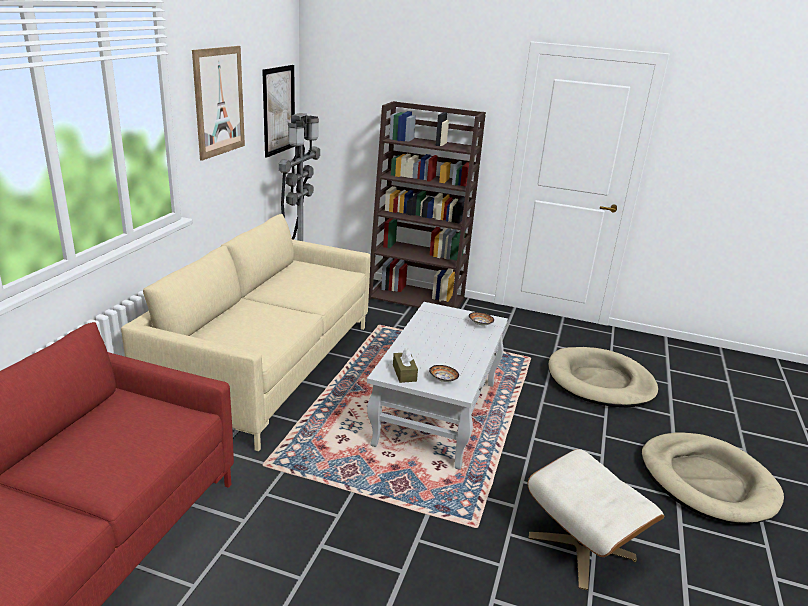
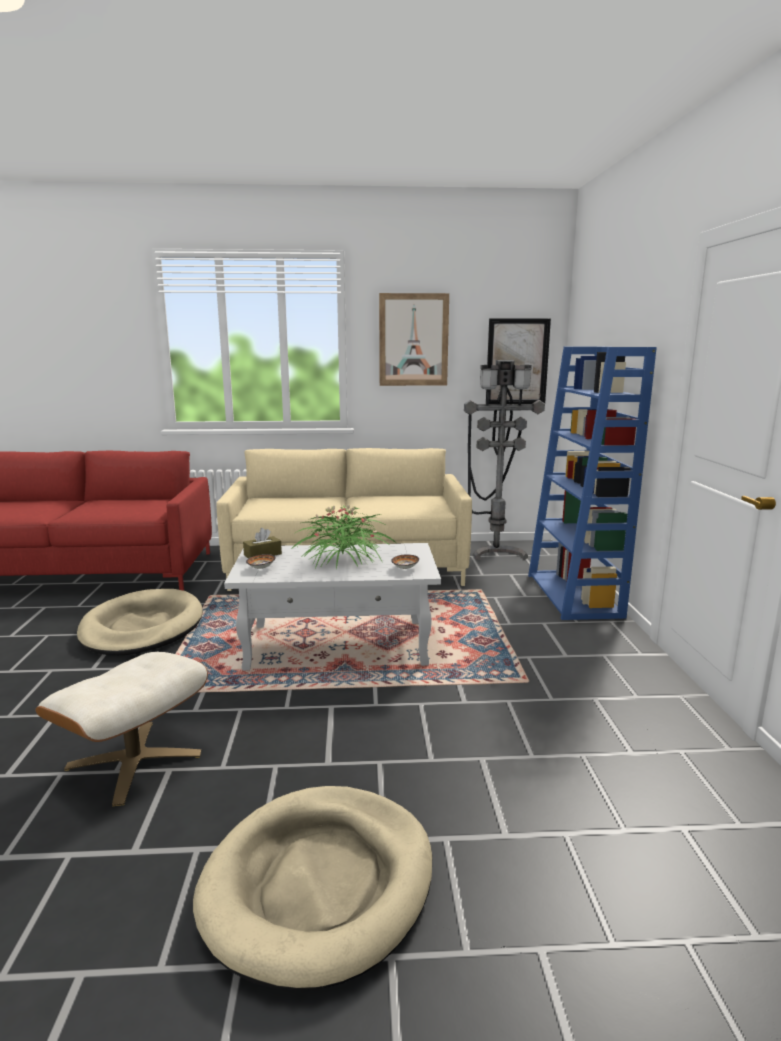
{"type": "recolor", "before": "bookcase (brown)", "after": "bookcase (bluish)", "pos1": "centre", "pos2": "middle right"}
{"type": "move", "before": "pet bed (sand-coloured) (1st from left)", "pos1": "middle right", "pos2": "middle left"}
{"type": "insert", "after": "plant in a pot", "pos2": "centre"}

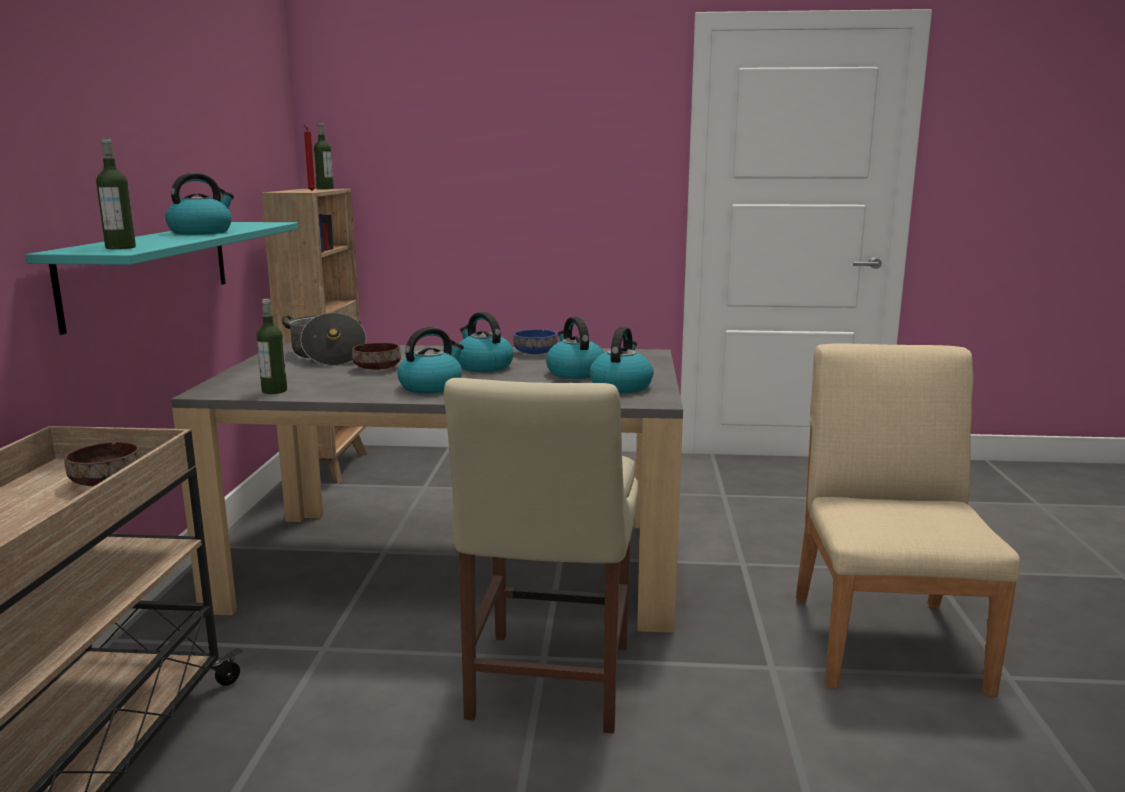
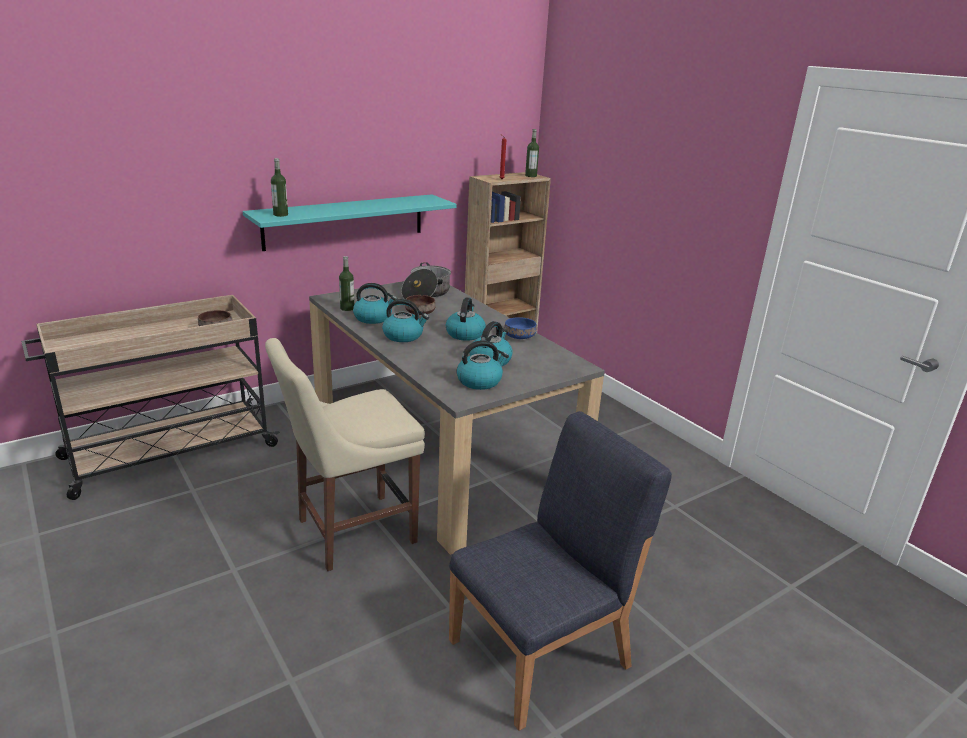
{"type": "move", "before": "kettle (1st from left)", "pos1": "top left", "pos2": "centre"}
{"type": "recolor", "before": "plain chair (sand-coloured) (2nd from left)", "after": "plain chair (bluish)", "pos1": "middle right", "pos2": "bottom centre"}

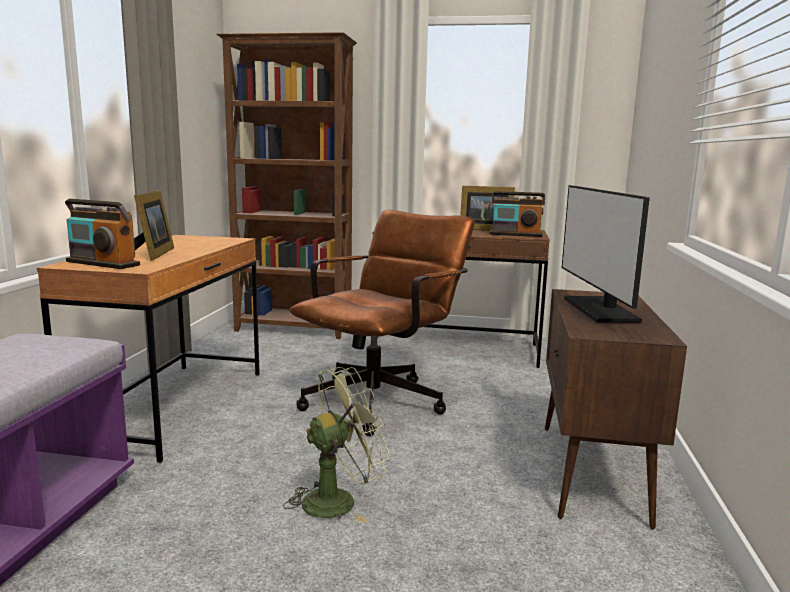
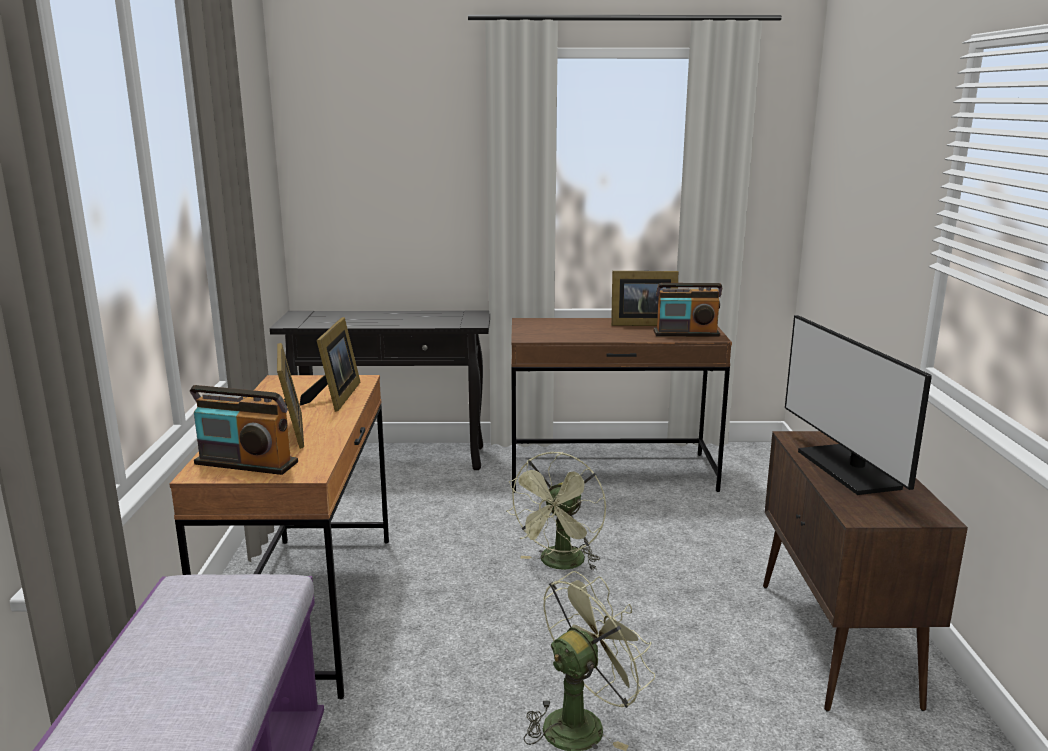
{"type": "replace", "before": "bookcase (brown)", "after": "console table (black)", "pos1": "top centre", "pos2": "centre"}
{"type": "replace", "before": "office chair (brown)", "after": "cooling fan (green-coloured) (1st from left)", "pos1": "centre", "pos2": "bottom centre"}
{"type": "insert", "after": "standing frame (2nd from left)", "pos2": "middle left"}

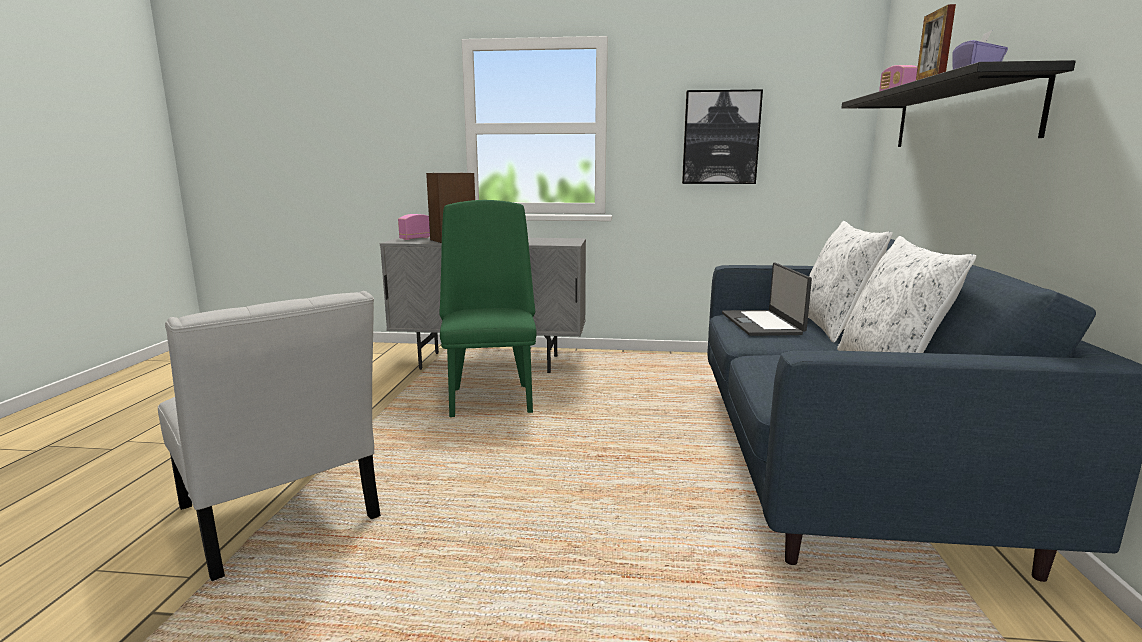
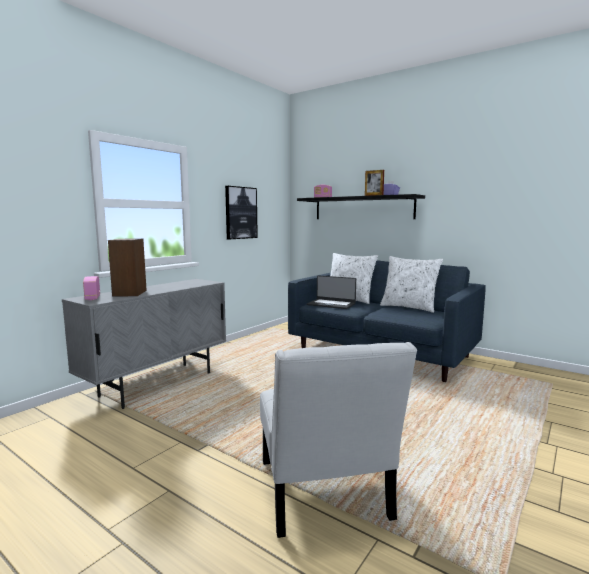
{"type": "rotate", "before": "plain chair (whitish)", "pos1": "bottom left", "pos2": "bottom centre", "turn": 90}
{"type": "delete", "before": "plain chair (green-coloured)", "pos1": "centre"}

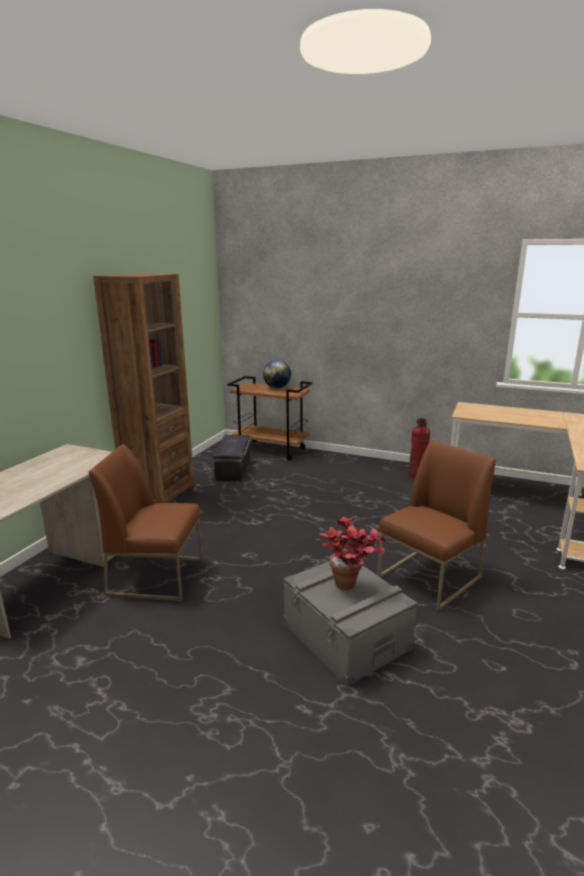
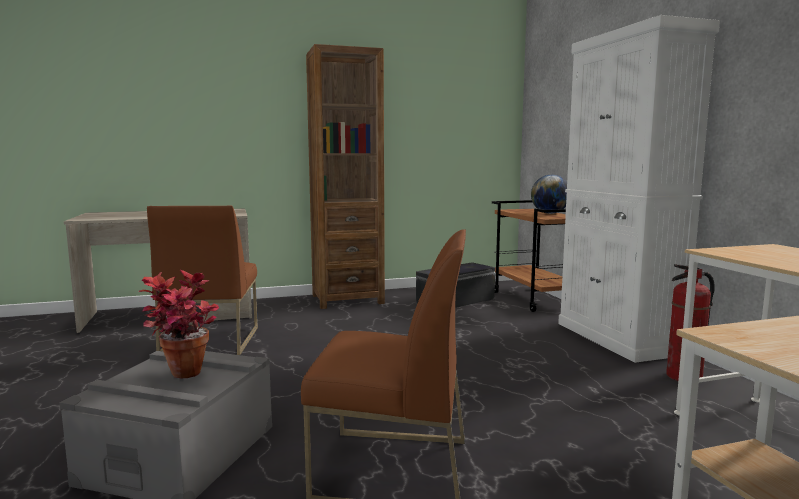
{"type": "rotate", "before": "plain chair (brown) (1st from left)", "pos1": "middle left", "pos2": "middle left", "turn": -150}
{"type": "insert", "after": "storage cabinet (whitish)", "pos2": "middle right"}

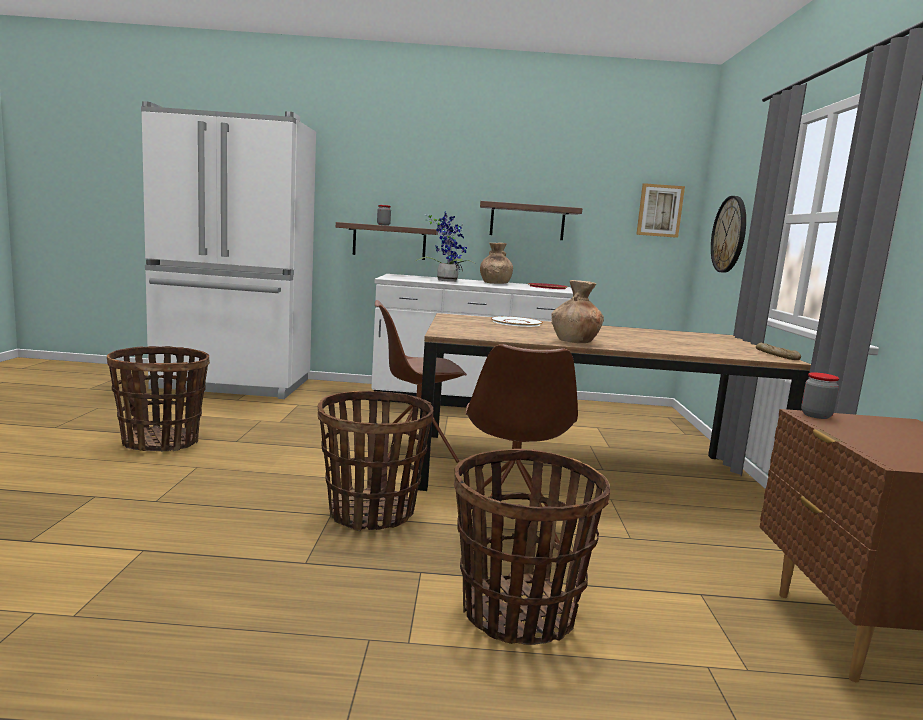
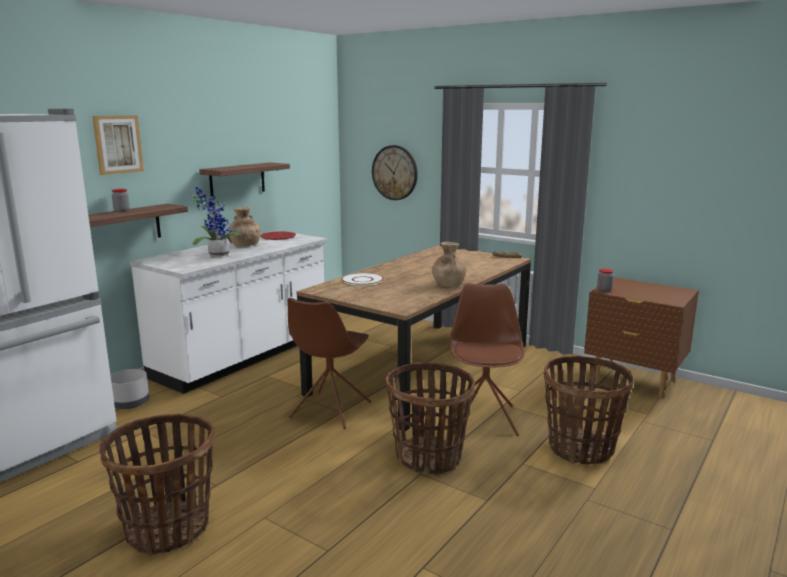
{"type": "rotate", "before": "plain chair (brown) (2nd from left)", "pos1": "centre", "pos2": "centre", "turn": -120}
{"type": "move", "before": "wall art", "pos1": "top right", "pos2": "top left"}
{"type": "insert", "after": "flower pot (greyish)", "pos2": "bottom left"}

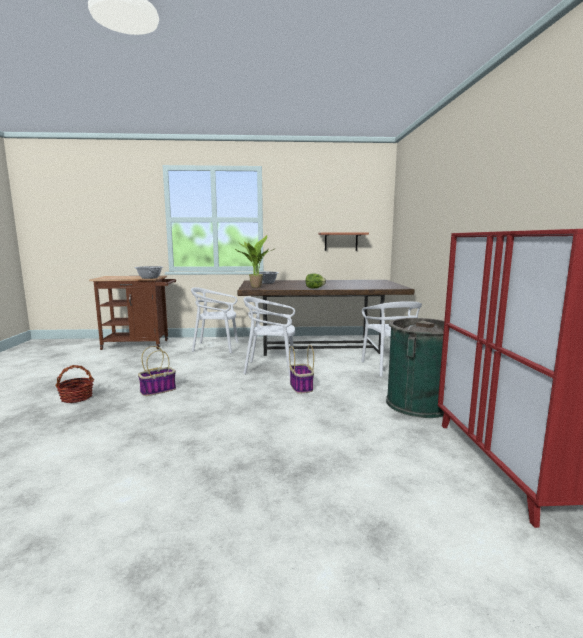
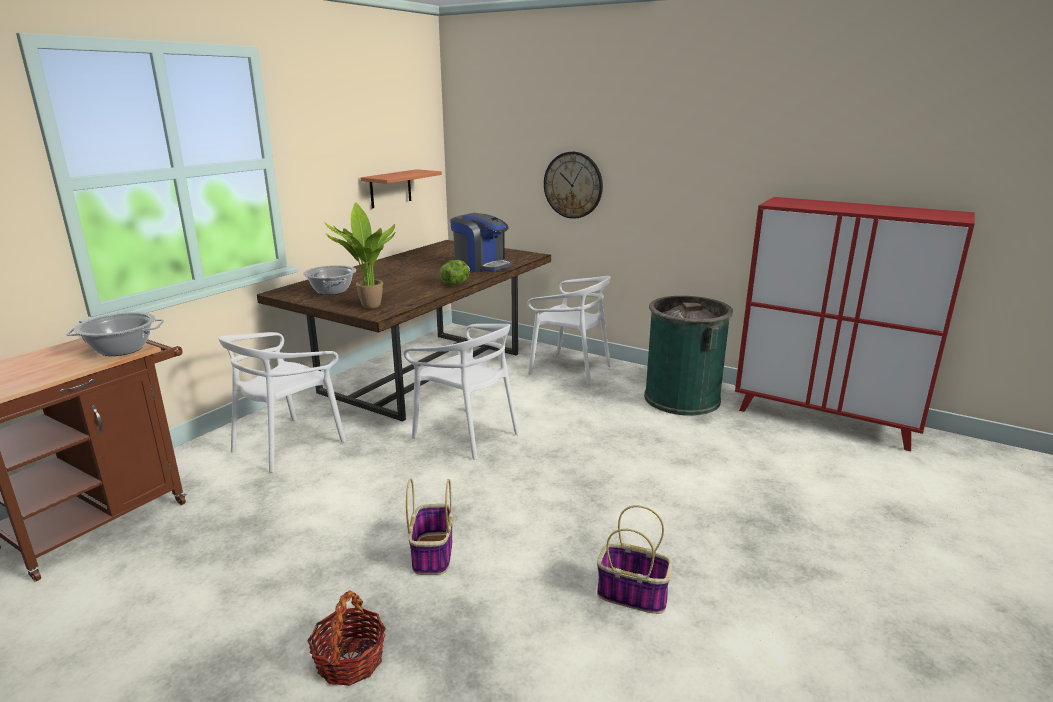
{"type": "rotate", "before": "plain chair (whitish) (2nd from left)", "pos1": "centre", "pos2": "centre", "turn": -90}
{"type": "move", "before": "household basket (3rd from left)", "pos1": "centre", "pos2": "bottom centre"}
{"type": "insert", "after": "coffee maker", "pos2": "centre"}
{"type": "insert", "after": "hanging clock", "pos2": "top centre"}

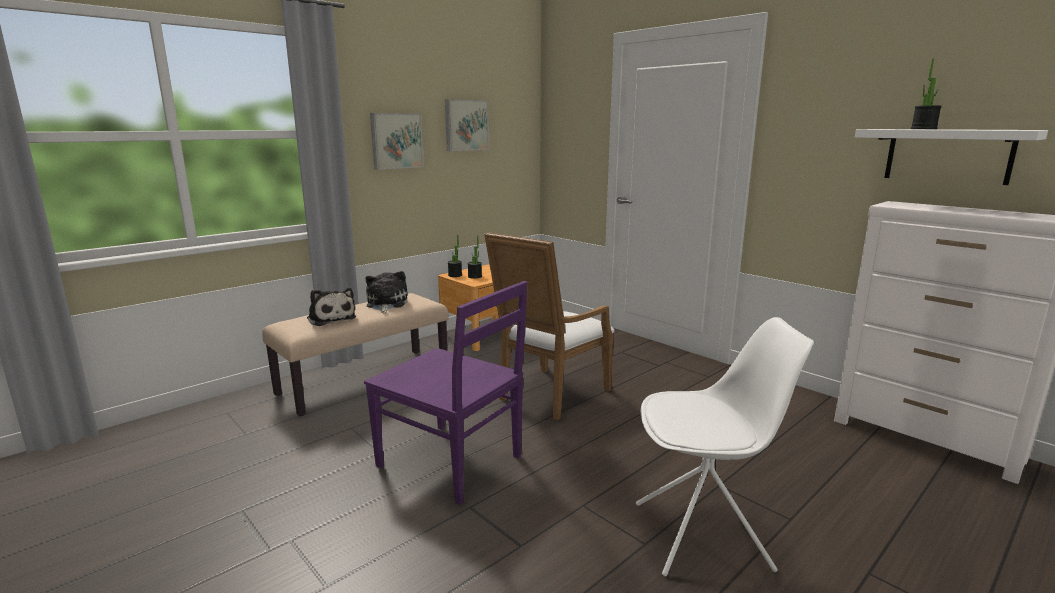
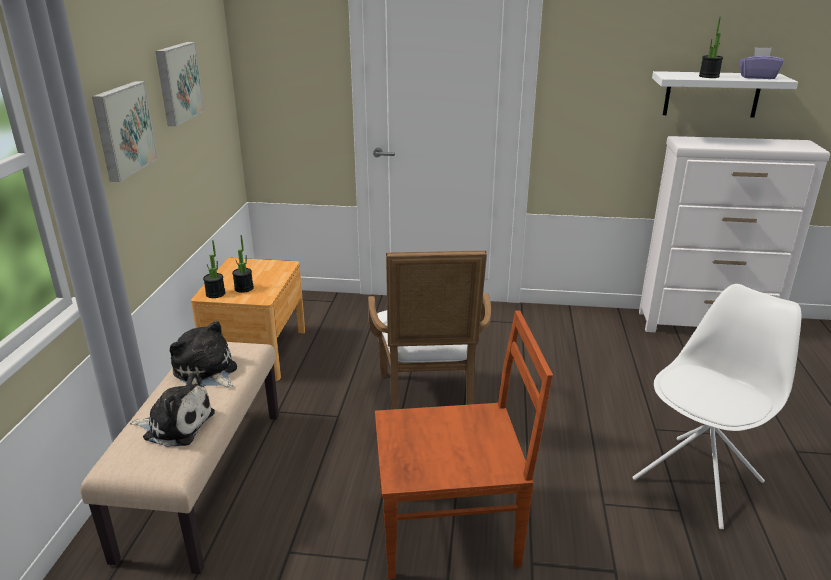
{"type": "recolor", "before": "plain chair (purplish)", "after": "plain chair (brown)", "pos1": "centre", "pos2": "bottom centre"}
{"type": "insert", "after": "box of tissues (purplish)", "pos2": "top right"}

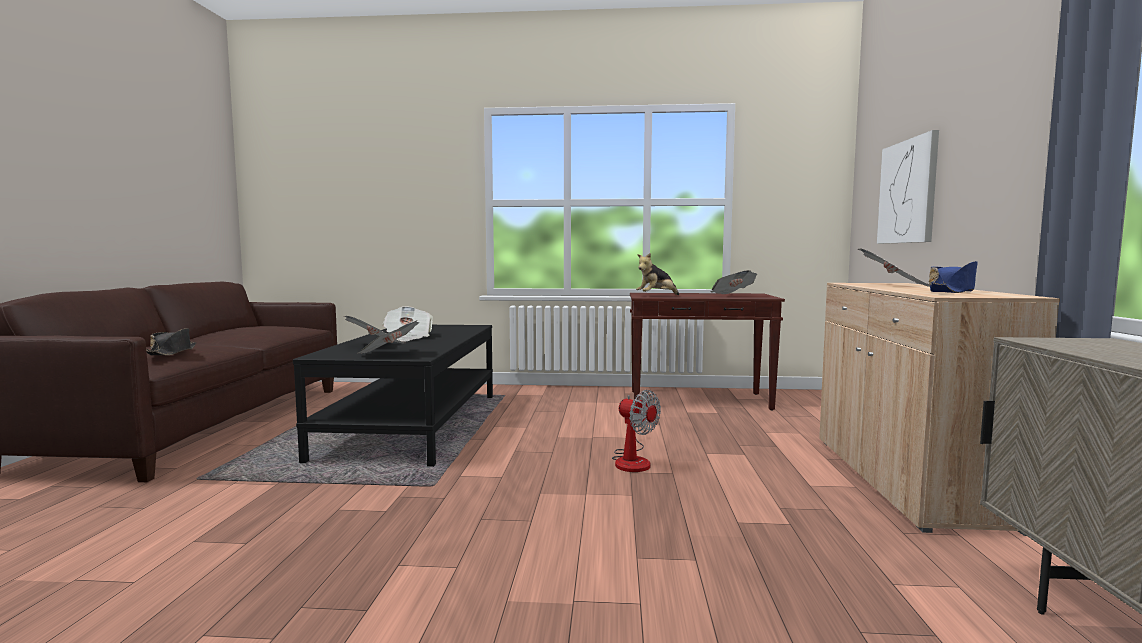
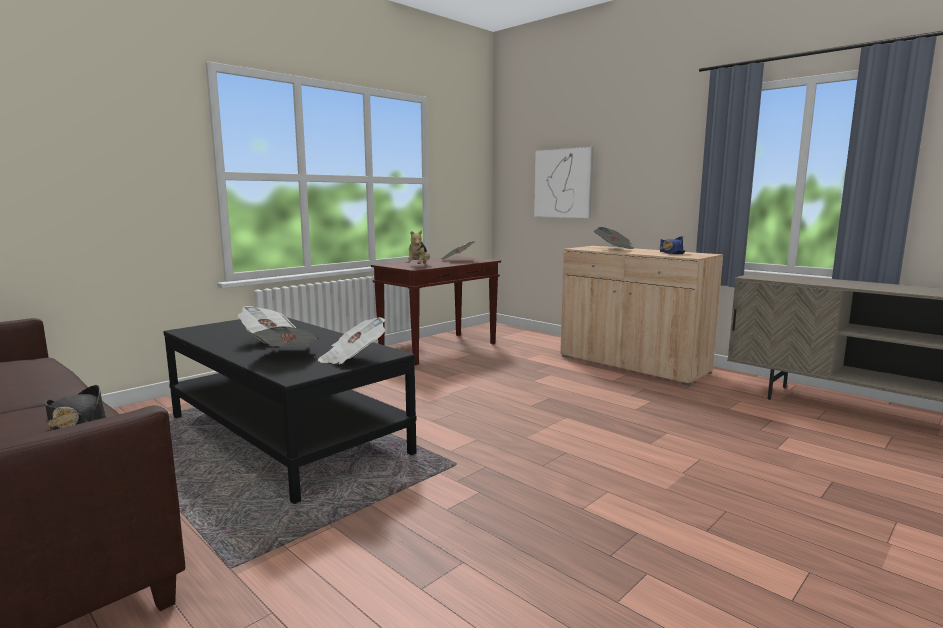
{"type": "delete", "before": "cooling fan", "pos1": "bottom centre"}

